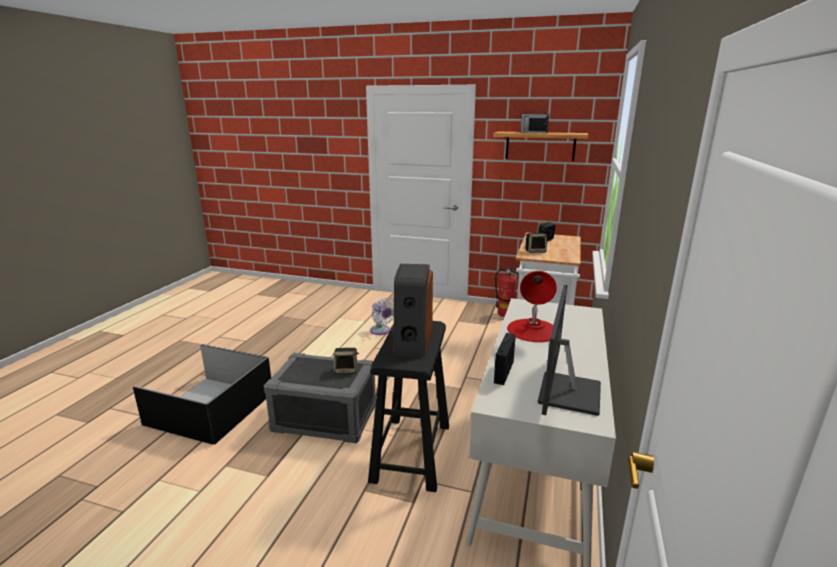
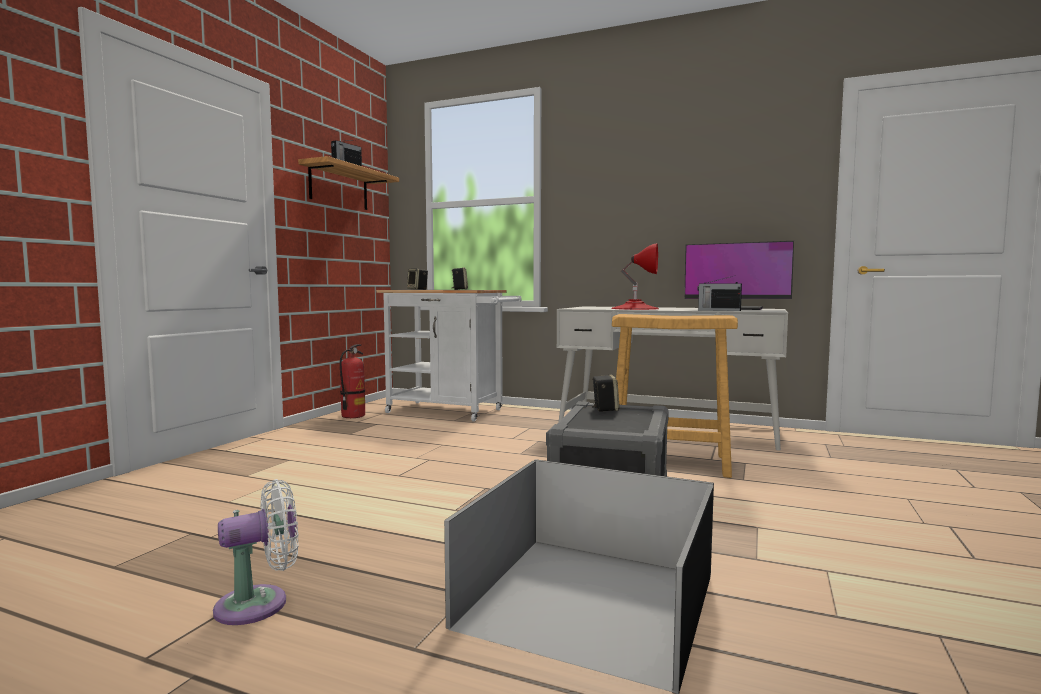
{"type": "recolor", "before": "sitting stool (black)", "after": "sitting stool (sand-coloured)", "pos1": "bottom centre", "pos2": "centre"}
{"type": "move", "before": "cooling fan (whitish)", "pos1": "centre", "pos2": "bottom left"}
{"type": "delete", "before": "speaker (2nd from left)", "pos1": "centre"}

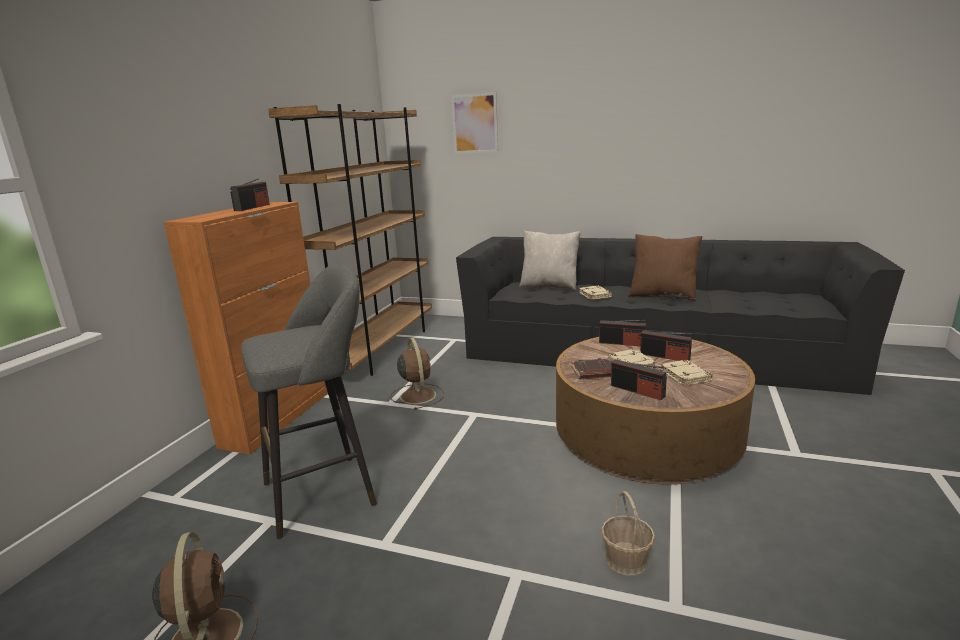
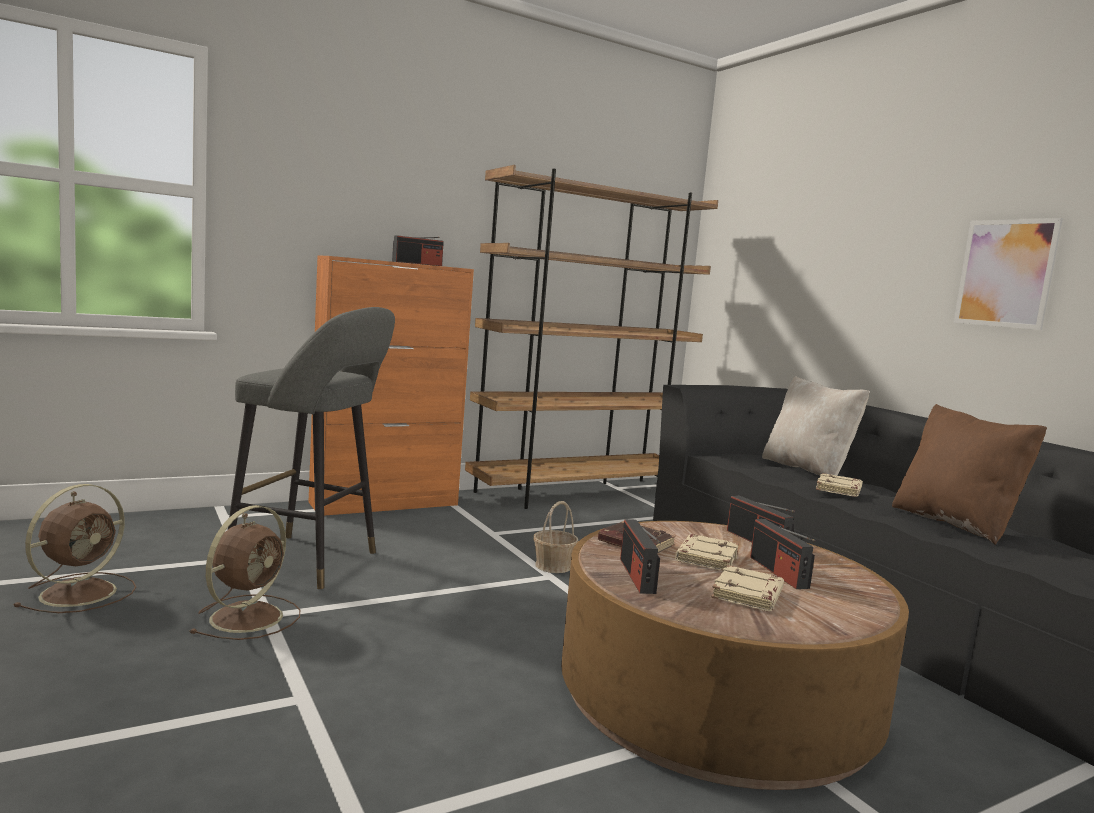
{"type": "move", "before": "cooling fan (brown) (2nd from left)", "pos1": "centre", "pos2": "bottom left"}
{"type": "move", "before": "wall art", "pos1": "top centre", "pos2": "middle right"}
{"type": "move", "before": "household basket", "pos1": "bottom centre", "pos2": "centre"}

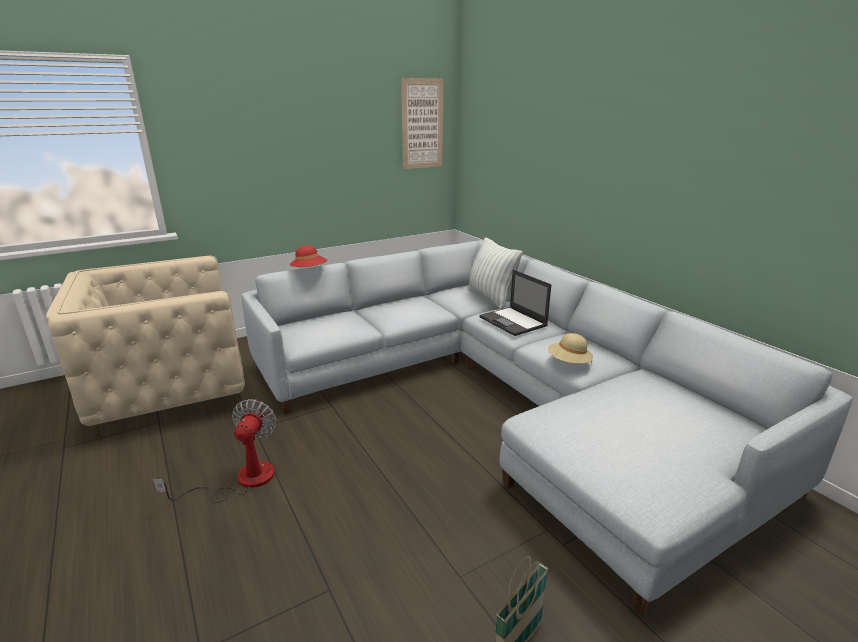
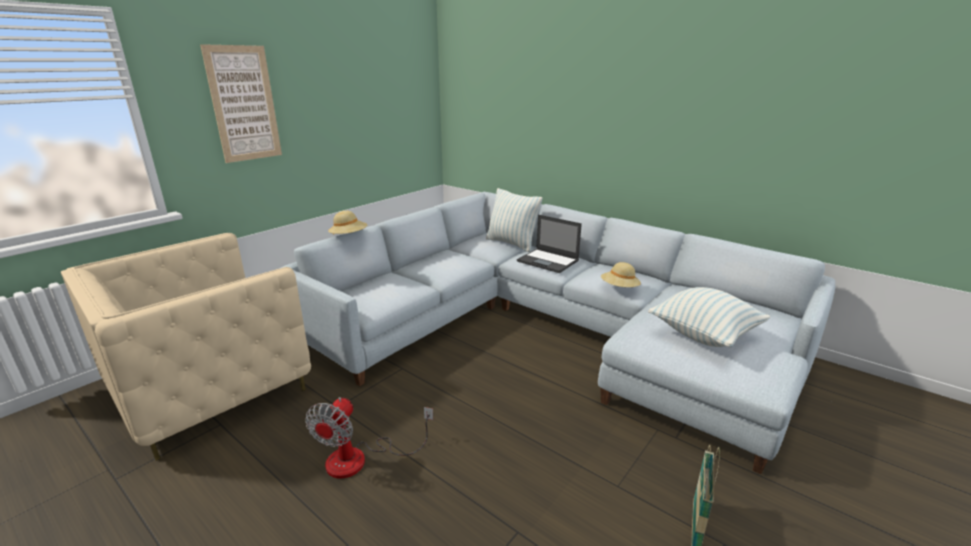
{"type": "rotate", "before": "cooling fan", "pos1": "bottom left", "pos2": "bottom centre", "turn": -150}
{"type": "recolor", "before": "clothing hat (red-coloured)", "after": "clothing hat (sand-coloured) (1st from left)", "pos1": "centre", "pos2": "centre"}
{"type": "move", "before": "wall art", "pos1": "top centre", "pos2": "top left"}
{"type": "insert", "after": "throw pillow (2nd from left)", "pos2": "middle right"}

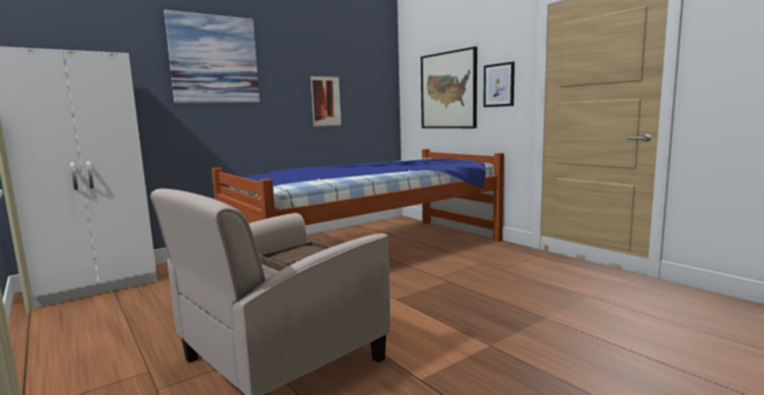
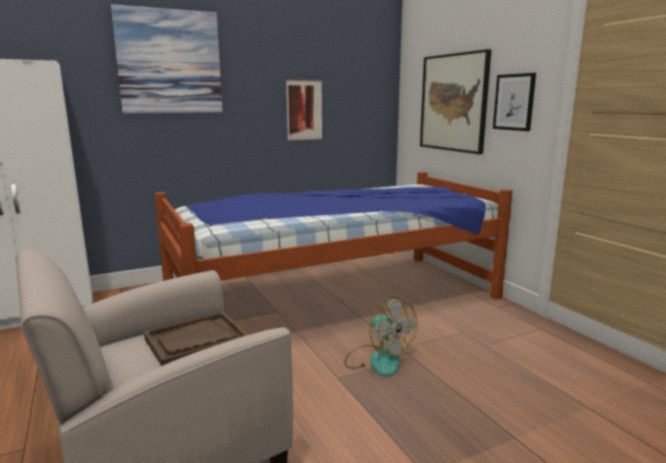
{"type": "insert", "after": "cooling fan", "pos2": "bottom centre"}

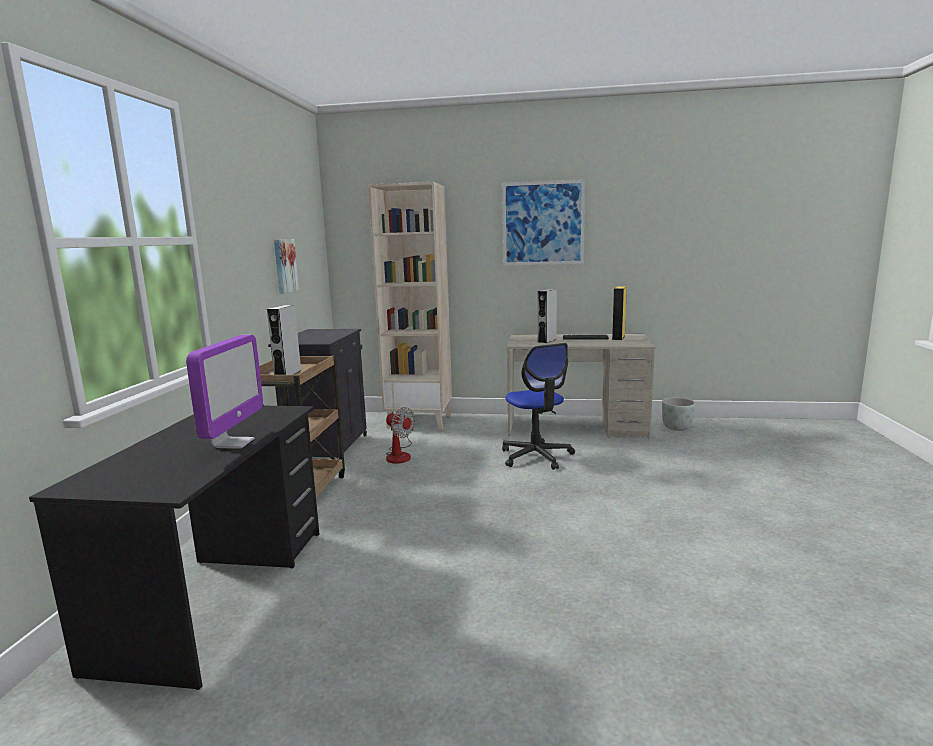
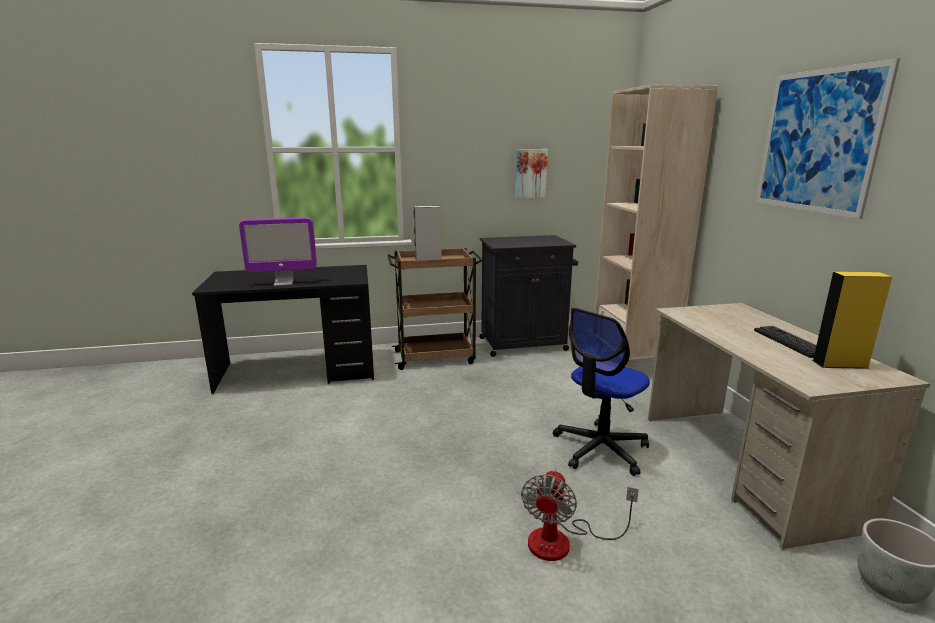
{"type": "move", "before": "cooling fan", "pos1": "centre", "pos2": "bottom centre"}
{"type": "delete", "before": "speaker (greyish) (2nd from left)", "pos1": "centre"}

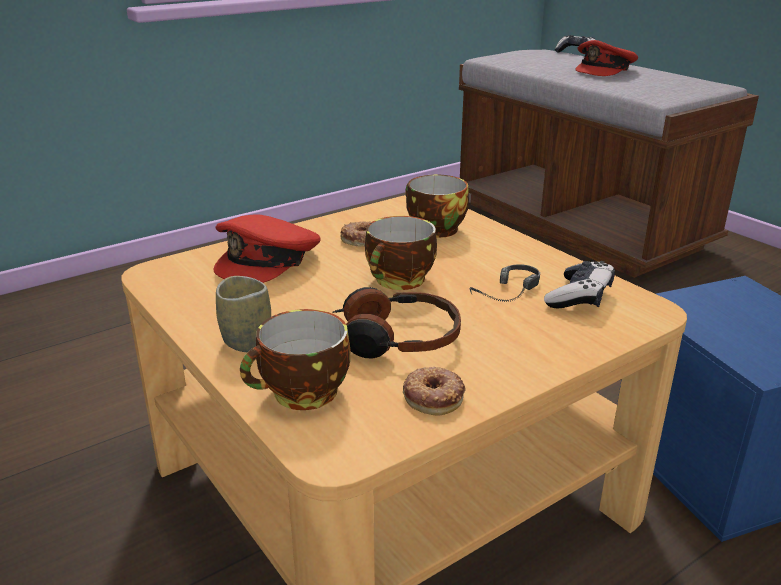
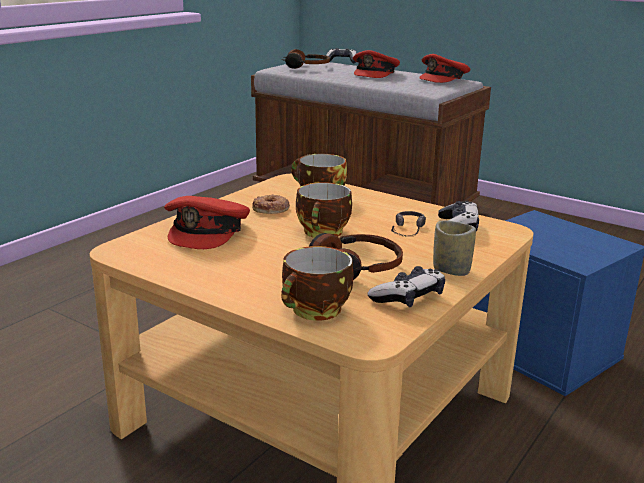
{"type": "move", "before": "cup (1st from left in the first image)", "after": "cup (4th from left)", "pos1": "middle left", "pos2": "middle right"}
{"type": "replace", "before": "doughnut (2nd from left)", "after": "gamepad (2nd from left)", "pos1": "bottom centre", "pos2": "centre"}
{"type": "insert", "after": "pair of headphones (1st from left)", "pos2": "top centre"}
{"type": "insert", "after": "peaked cap (red-coloured) (3rd from left)", "pos2": "top right"}

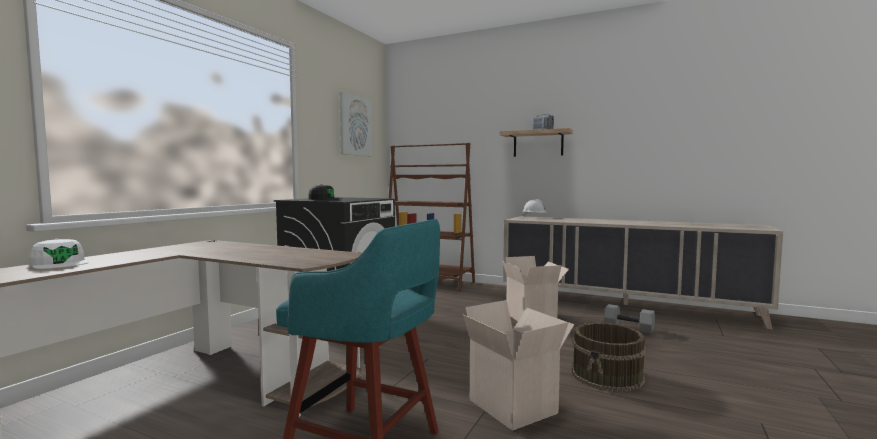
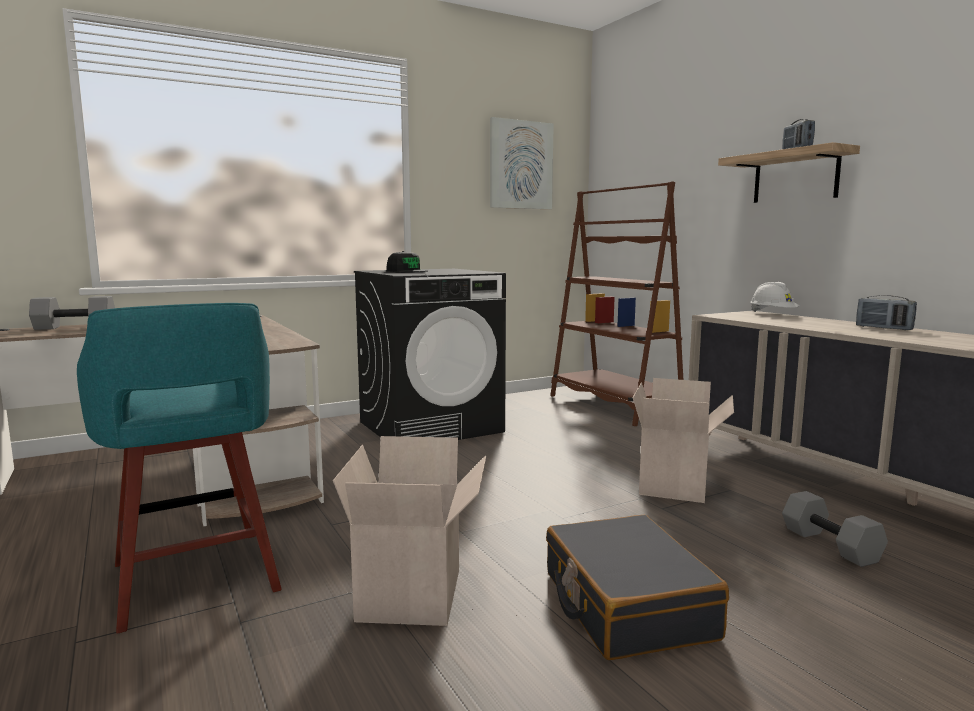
{"type": "replace", "before": "peaked cap (whitish)", "after": "dumbbell (greyish) (1st from left)", "pos1": "middle left", "pos2": "middle left"}
{"type": "replace", "before": "pail (brown)", "after": "suitcase (black)", "pos1": "bottom right", "pos2": "bottom centre"}
{"type": "insert", "after": "radio set (2nd from left)", "pos2": "middle right"}

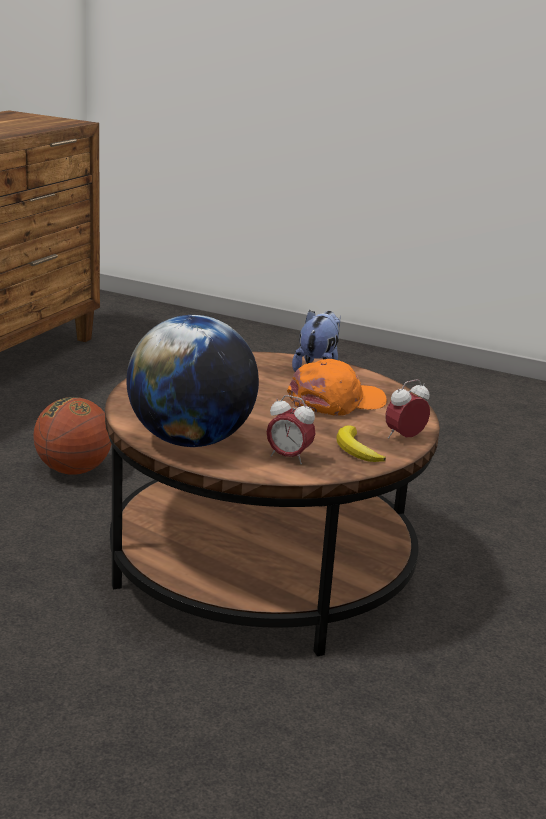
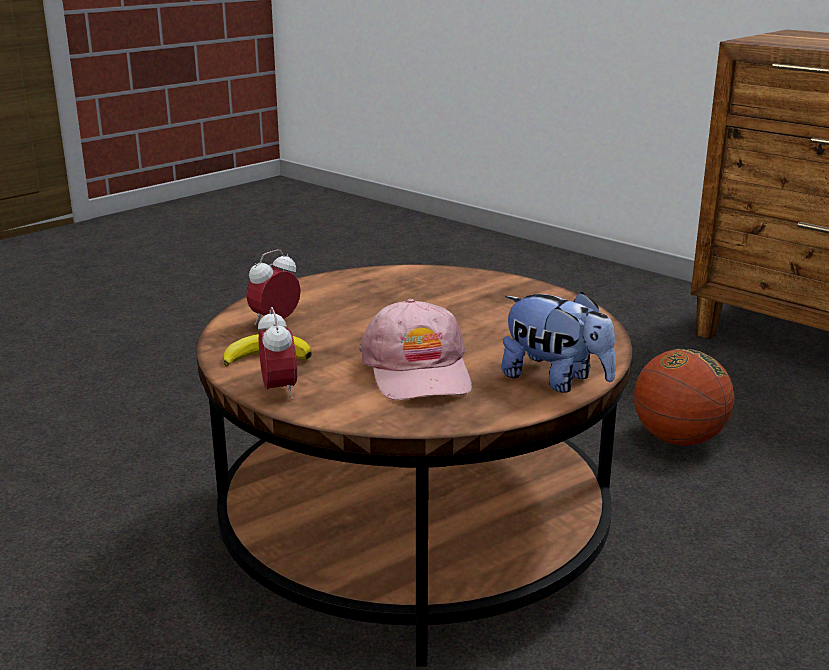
{"type": "delete", "before": "globe", "pos1": "centre"}
{"type": "recolor", "before": "peaked cap (orangey)", "after": "peaked cap (pinkish)", "pos1": "centre", "pos2": "centre"}

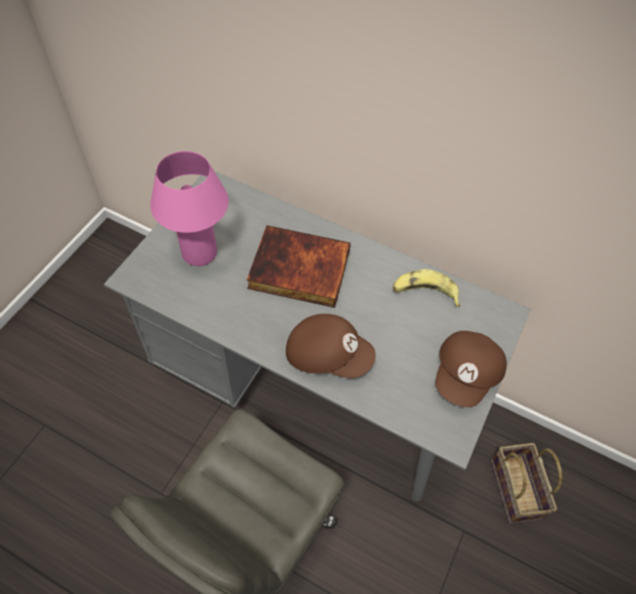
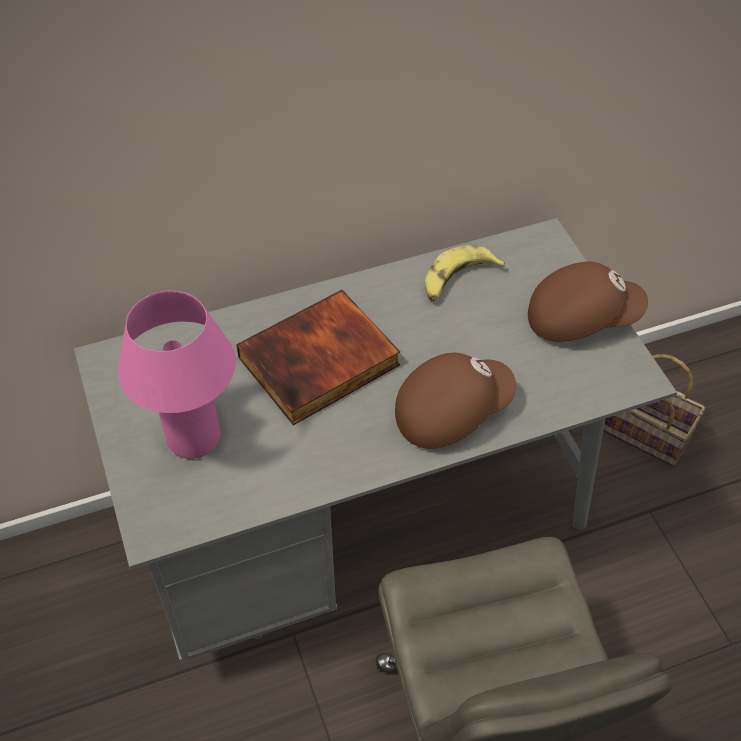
{"type": "rotate", "before": "peaked cap (brown) (2nd from left)", "pos1": "middle right", "pos2": "middle right", "turn": -75}

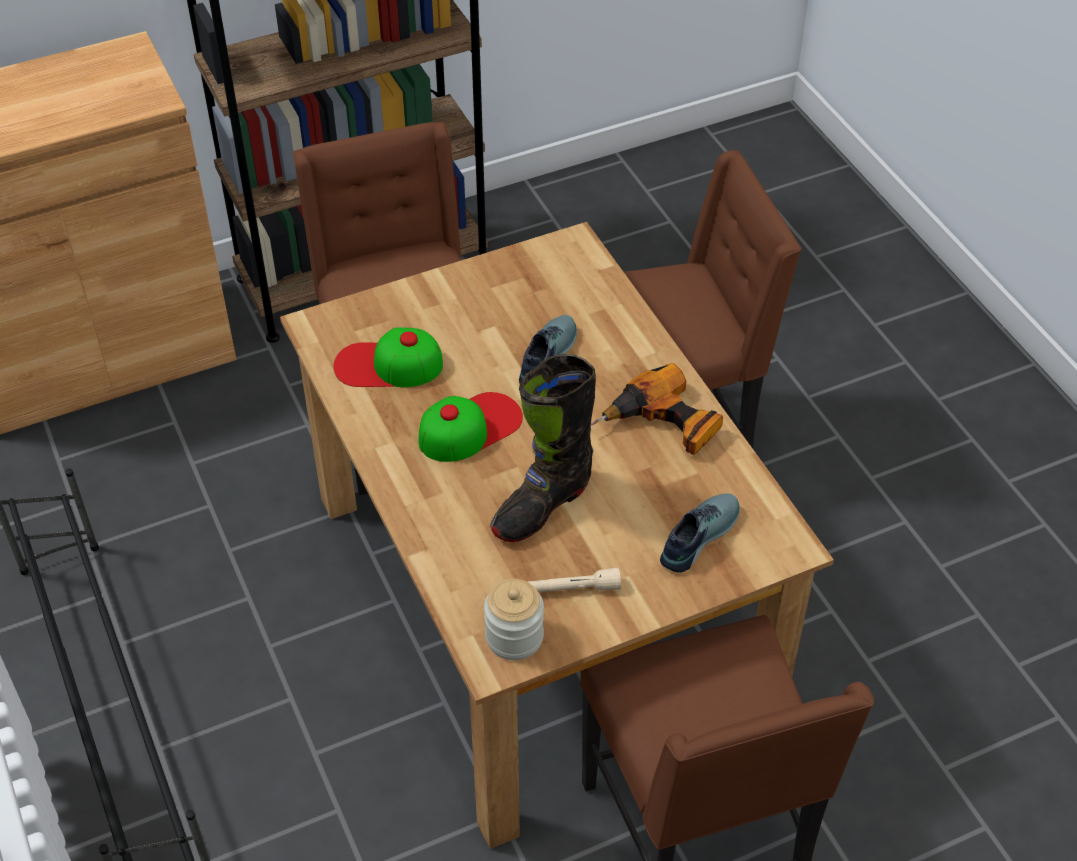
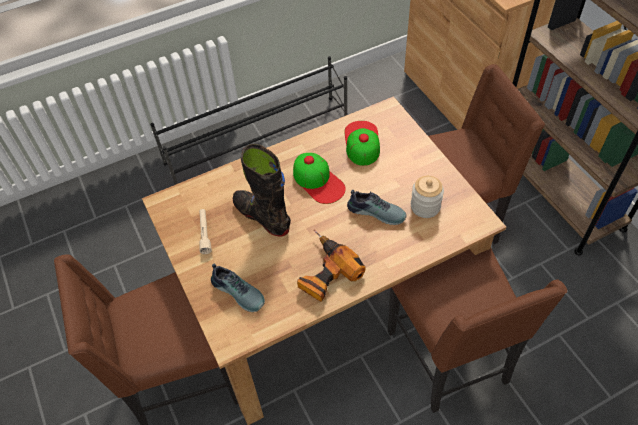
{"type": "move", "before": "jar", "pos1": "bottom centre", "pos2": "middle right"}

